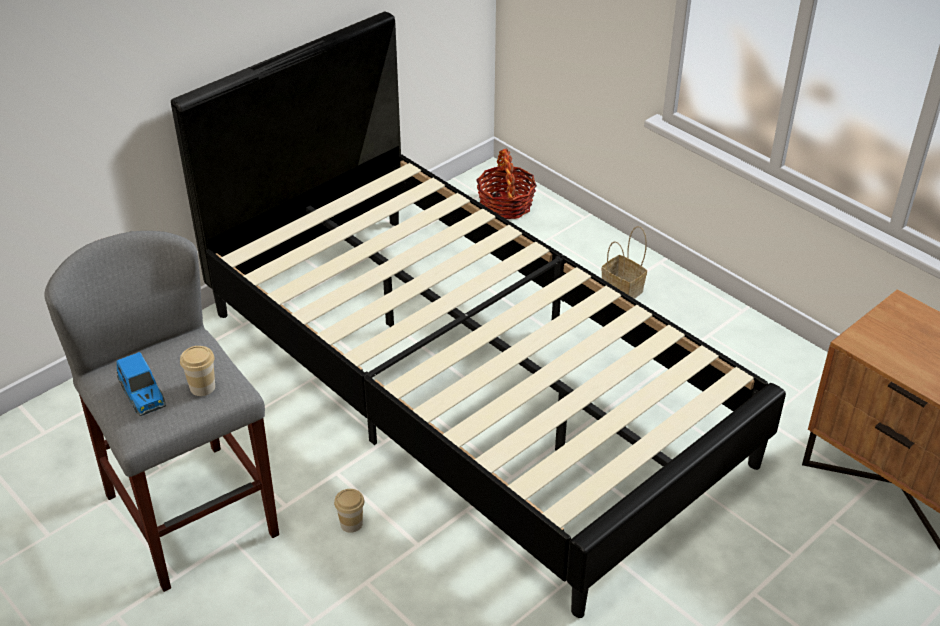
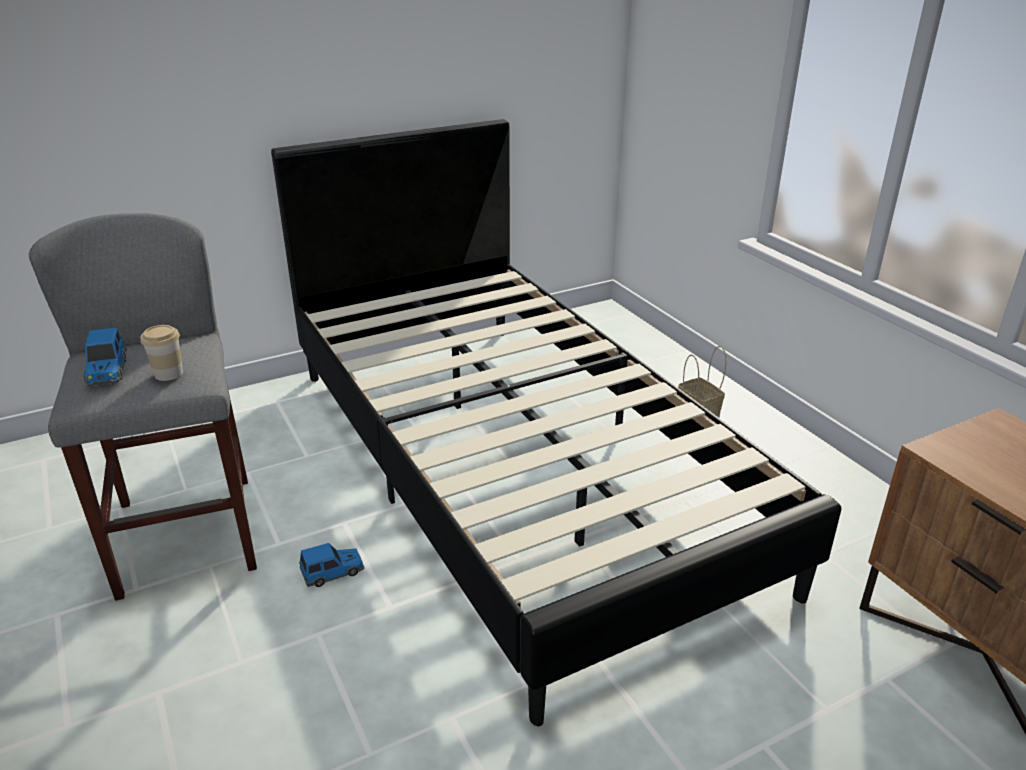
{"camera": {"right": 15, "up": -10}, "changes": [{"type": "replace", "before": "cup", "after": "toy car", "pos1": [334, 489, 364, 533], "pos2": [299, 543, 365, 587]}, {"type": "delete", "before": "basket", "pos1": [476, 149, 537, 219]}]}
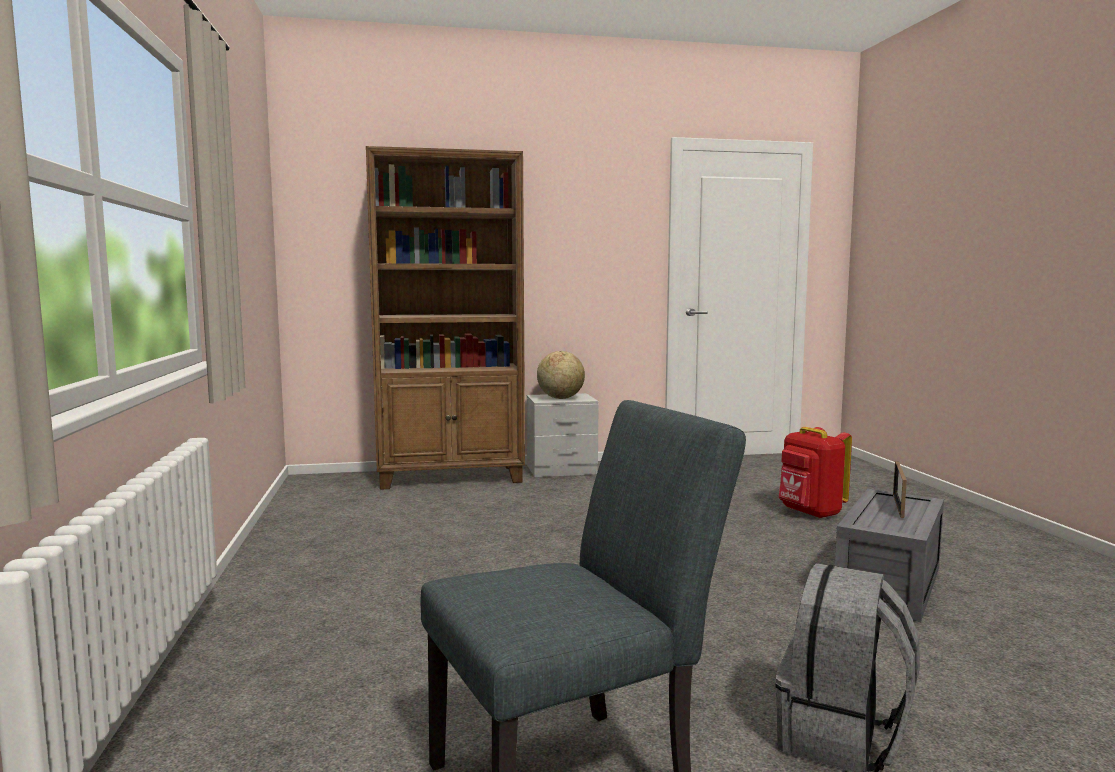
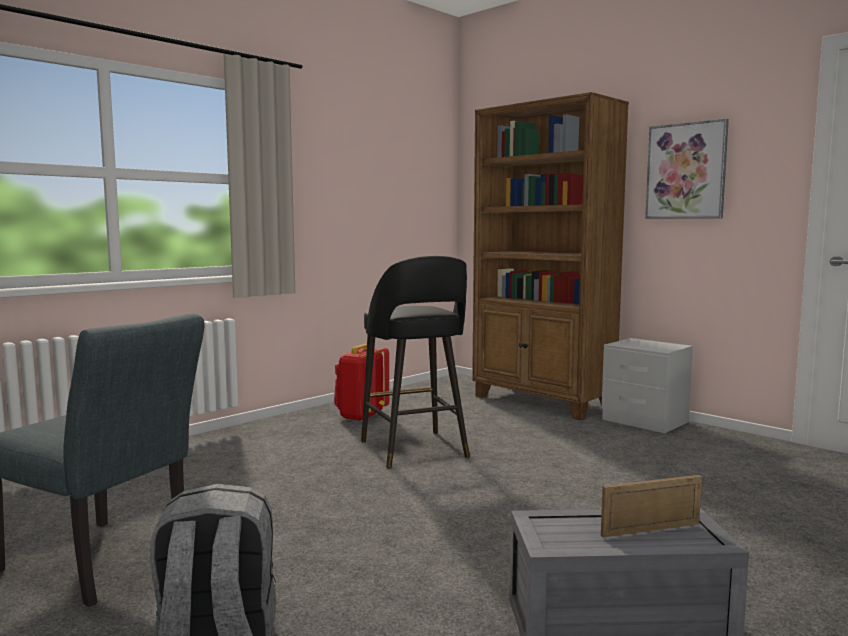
{"camera": {"right": 55, "up": 0}, "changes": [{"type": "move", "before": "red backpack", "pos1": [779, 427, 852, 519], "pos2": [334, 344, 389, 422]}, {"type": "insert", "after": "black stool", "pos2": [361, 256, 470, 469]}, {"type": "insert", "after": "picture", "pos2": [645, 118, 729, 219]}, {"type": "delete", "before": "globe", "pos1": [537, 351, 585, 399]}]}
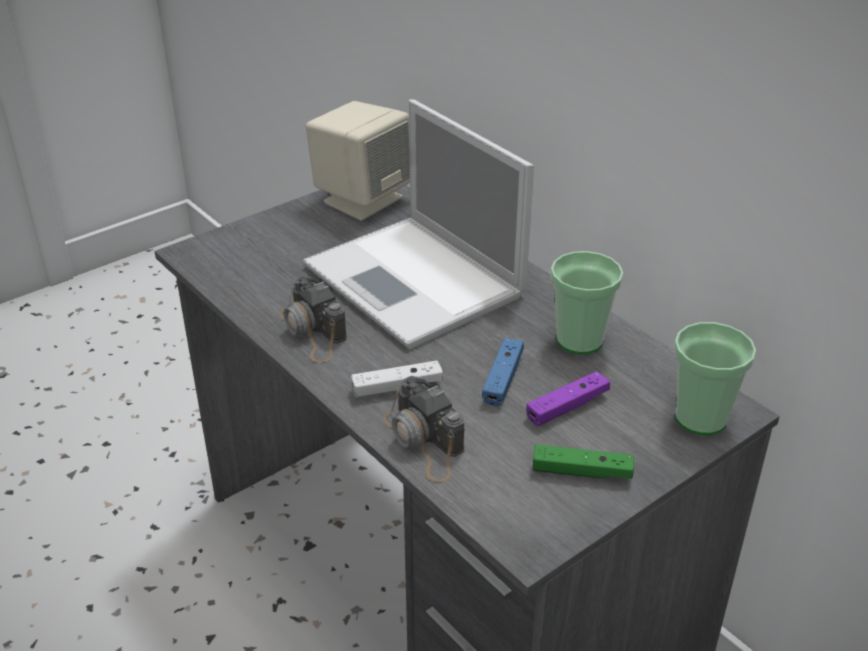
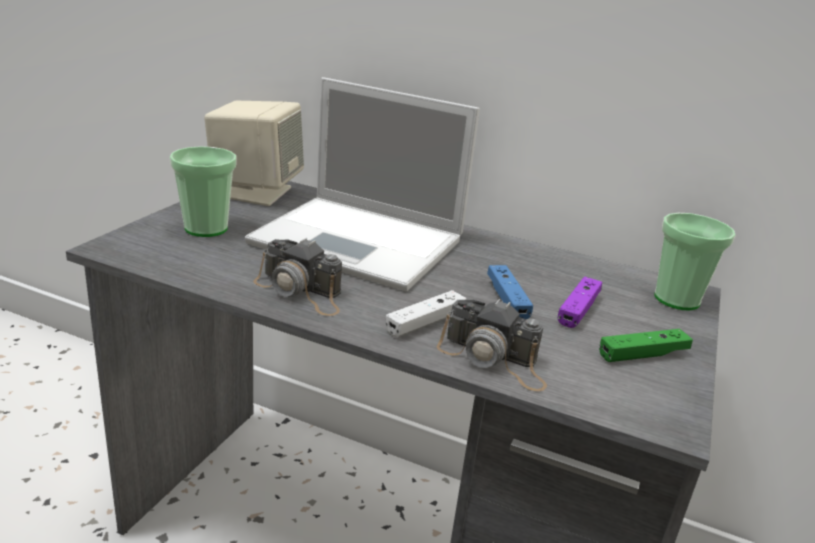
{"camera": {"right": -30, "up": -10}, "changes": [{"type": "move", "before": "cup", "pos1": [550, 251, 623, 354], "pos2": [170, 146, 237, 237]}]}
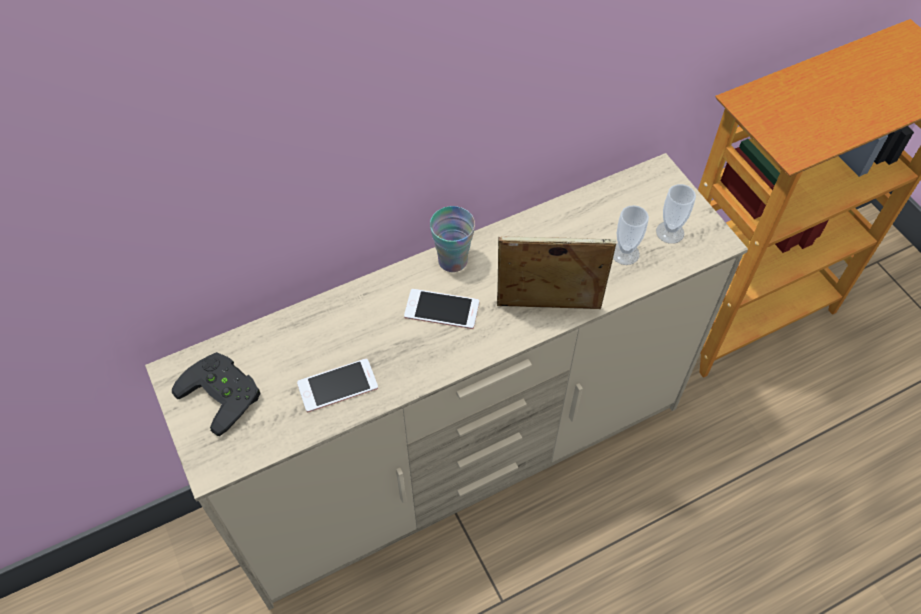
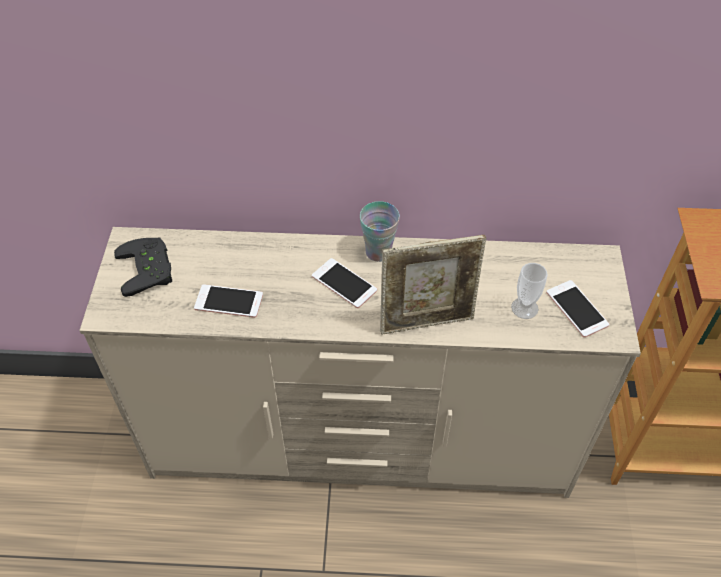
{"camera": {"right": 30, "up": -5}, "changes": [{"type": "rotate", "before": "picture frame", "pos1": [497, 236, 616, 309], "pos2": [380, 235, 486, 335], "turn": 135}, {"type": "replace", "before": "cup", "after": "phone", "pos1": [656, 184, 696, 244], "pos2": [546, 280, 609, 337]}]}
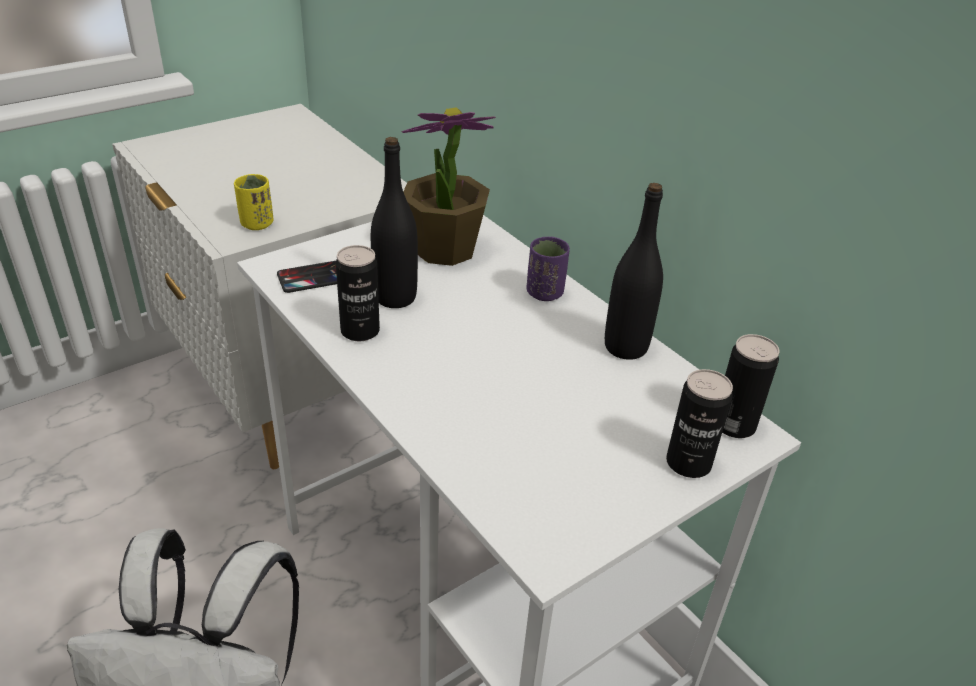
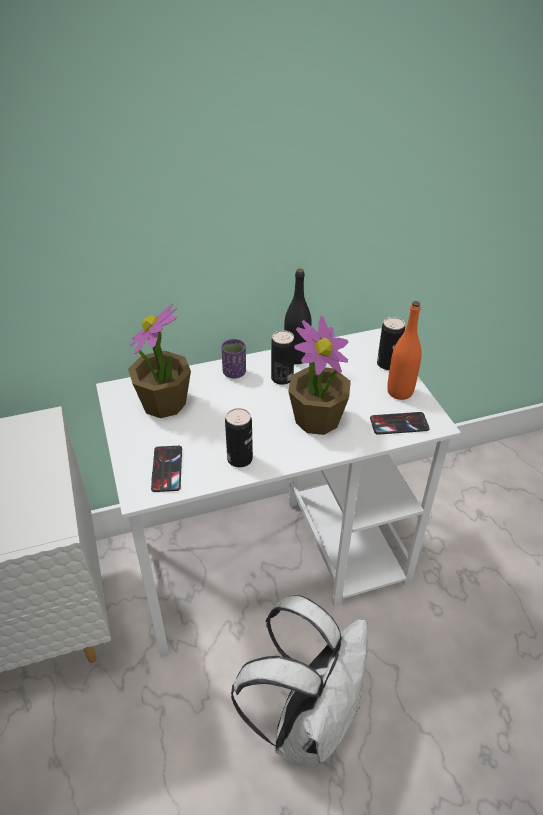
{"camera": {"right": -70, "up": 5}, "changes": [{"type": "move", "before": "can", "pos1": [722, 334, 780, 438], "pos2": [271, 330, 295, 385]}, {"type": "insert", "after": "potted plant", "pos2": [288, 316, 351, 435]}, {"type": "insert", "after": "phone", "pos2": [370, 412, 430, 435]}, {"type": "insert", "after": "orange bottle", "pos2": [387, 301, 422, 400]}, {"type": "delete", "before": "yellow cup", "pos1": [234, 174, 274, 230]}, {"type": "delete", "before": "black bottle", "pos1": [371, 137, 418, 308]}]}
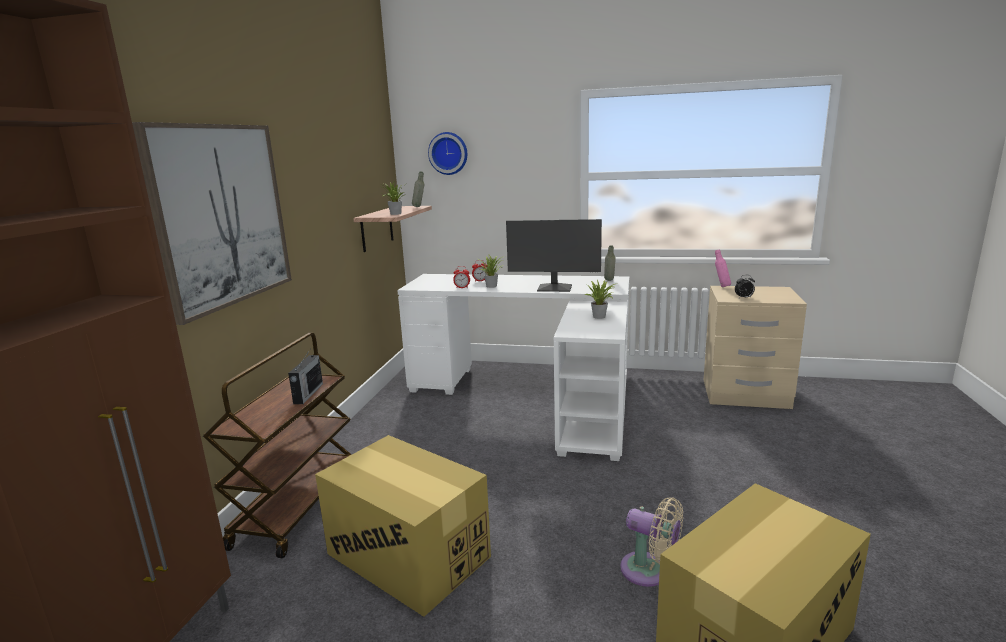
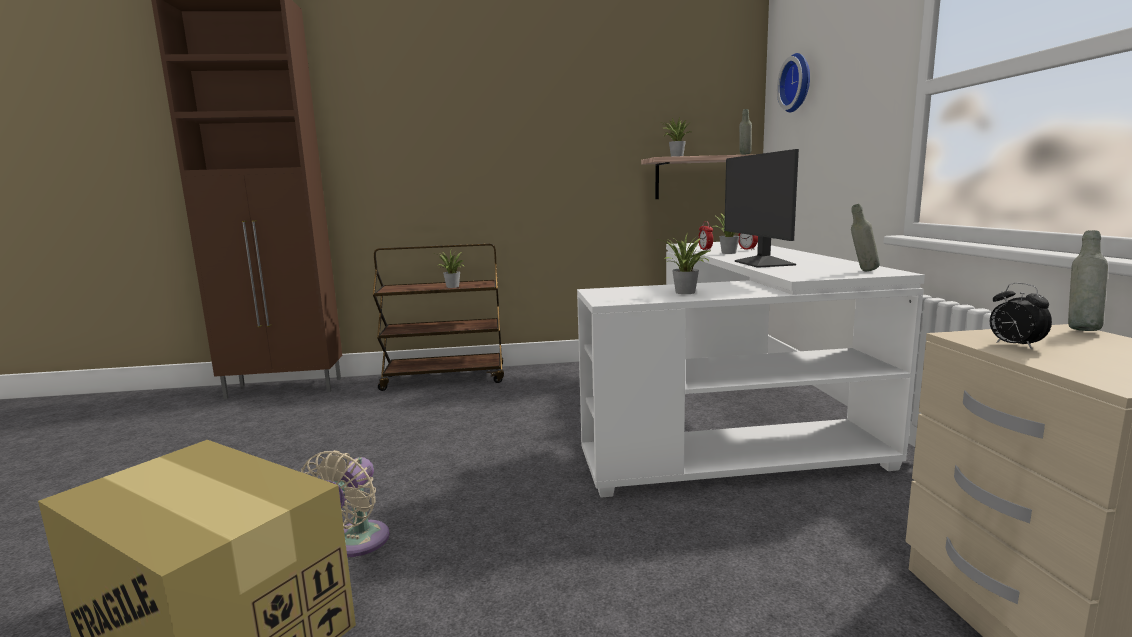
{"camera": {"right": 70, "up": -5}, "changes": [{"type": "replace", "before": "radio", "after": "potted plant", "pos1": [288, 350, 323, 404], "pos2": [431, 251, 464, 288]}, {"type": "recolor", "before": "pink bottle", "after": "grey bottle", "pos1": [715, 250, 731, 287], "pos2": [1068, 230, 1108, 331]}, {"type": "delete", "before": "picture", "pos1": [132, 122, 292, 325]}, {"type": "delete", "before": "cardboard box", "pos1": [315, 435, 491, 617]}]}
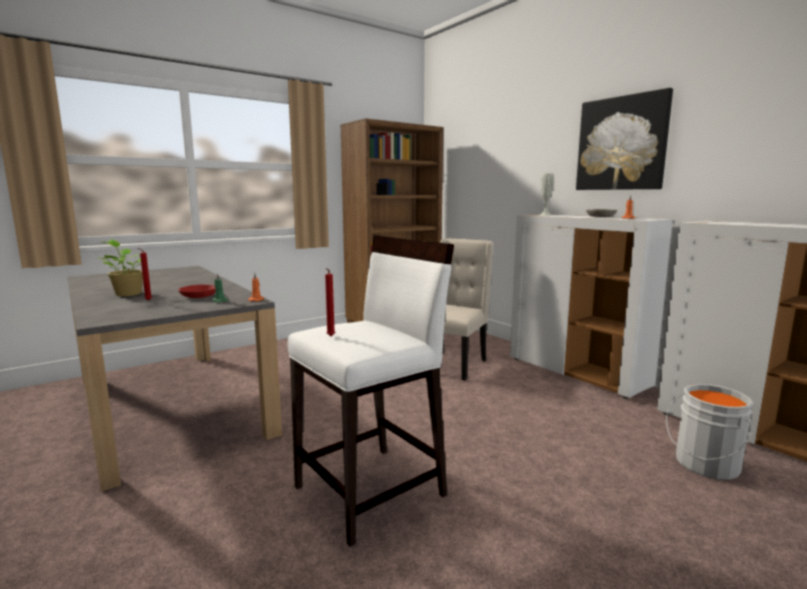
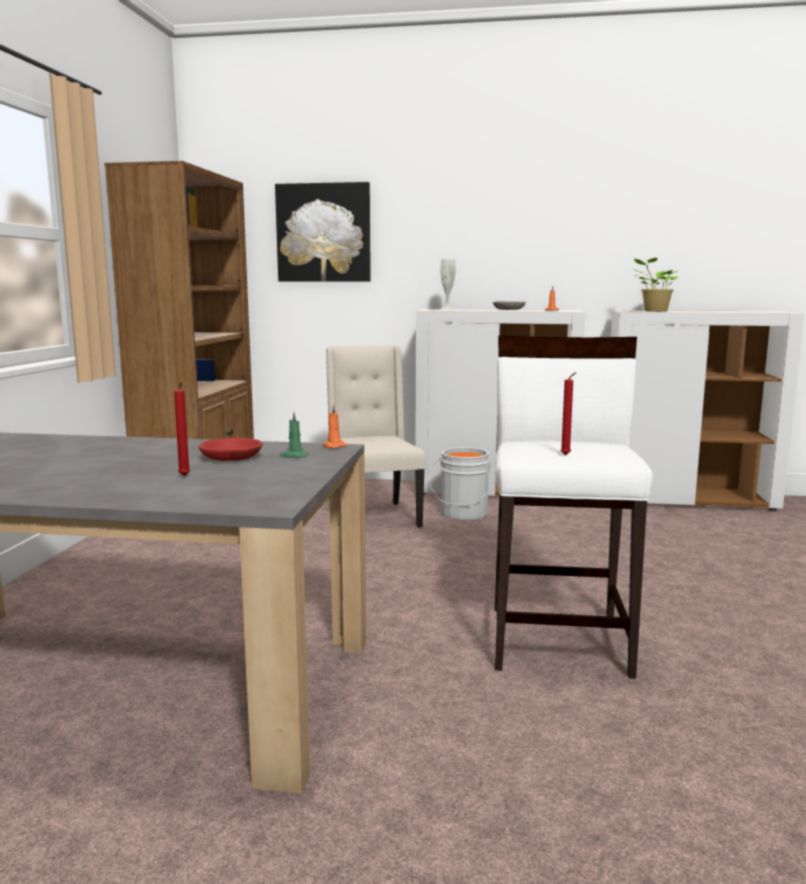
{"camera": {"right": -45, "up": 0}, "changes": [{"type": "move", "before": "picture", "pos1": [576, 88, 673, 190], "pos2": [275, 182, 371, 282]}, {"type": "move", "before": "grey bucket", "pos1": [666, 384, 754, 480], "pos2": [429, 447, 495, 520]}, {"type": "move", "before": "potted plant", "pos1": [97, 239, 143, 296], "pos2": [633, 258, 678, 312]}]}
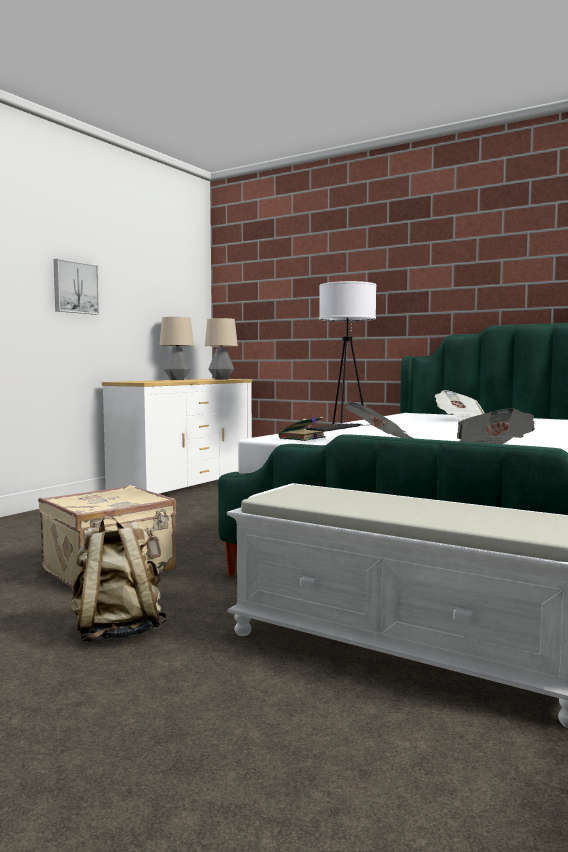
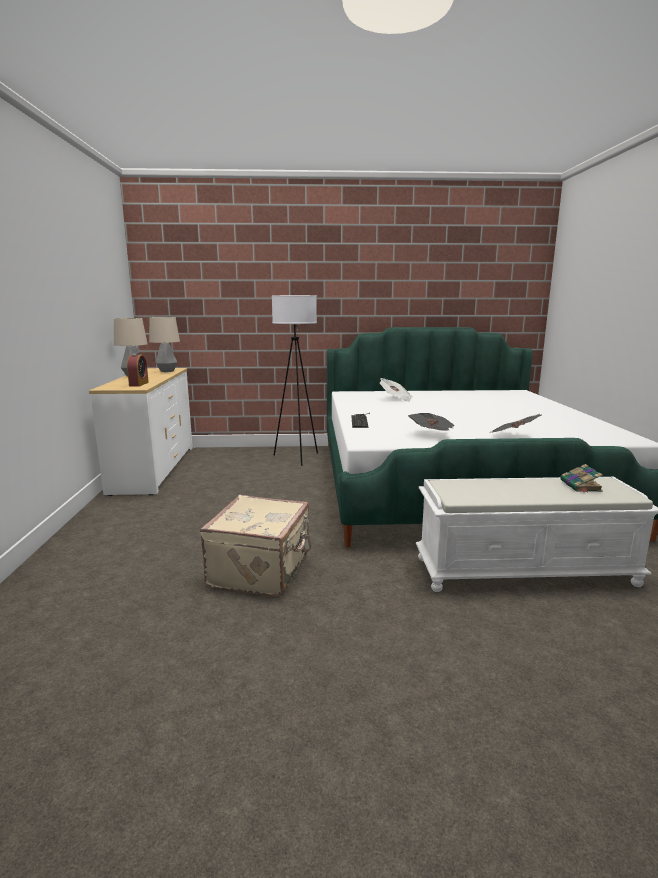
{"camera": {"right": -35, "up": 10}, "changes": [{"type": "insert", "after": "alarm clock", "pos2": [127, 353, 149, 386]}, {"type": "move", "before": "book", "pos1": [279, 416, 326, 441], "pos2": [560, 464, 603, 493]}, {"type": "delete", "before": "picture", "pos1": [54, 259, 99, 315]}, {"type": "delete", "before": "beige backpack", "pos1": [70, 516, 167, 642]}]}
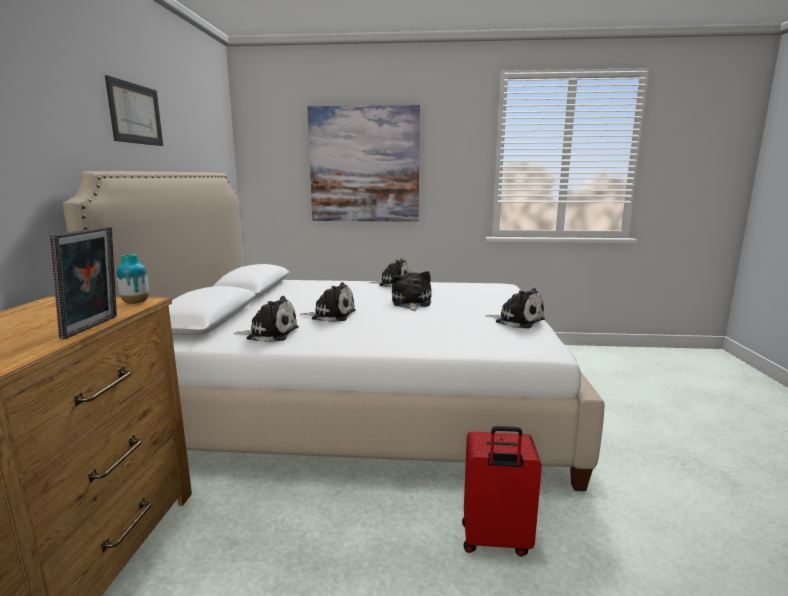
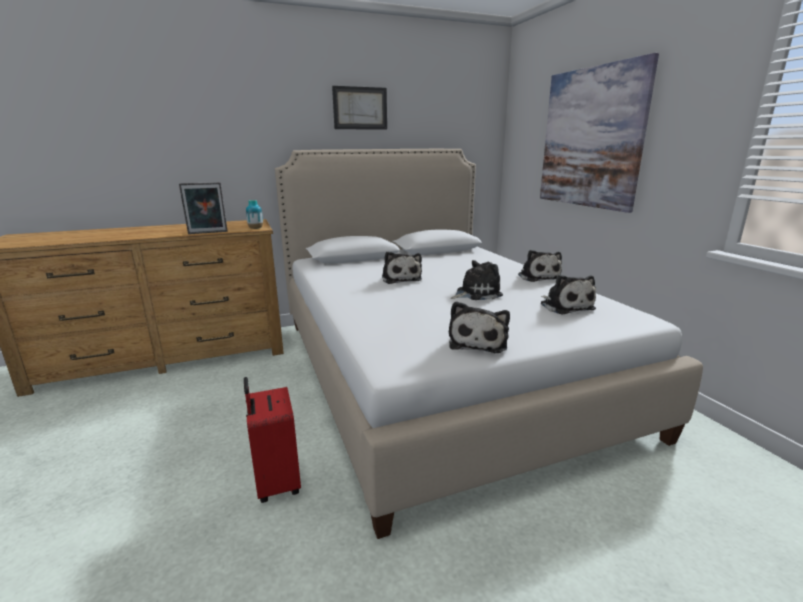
{"camera": {"right": 65, "up": 5}, "changes": [{"type": "move", "before": "plush toy", "pos1": [234, 296, 299, 342], "pos2": [541, 275, 596, 315]}]}
